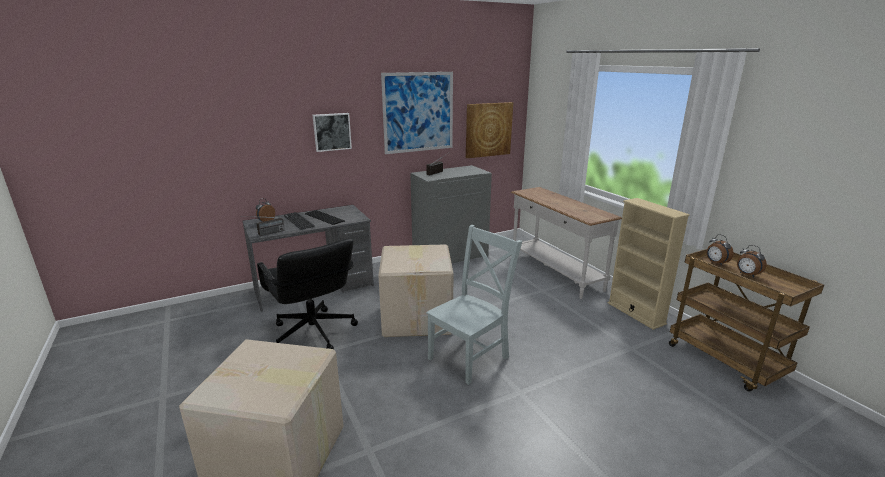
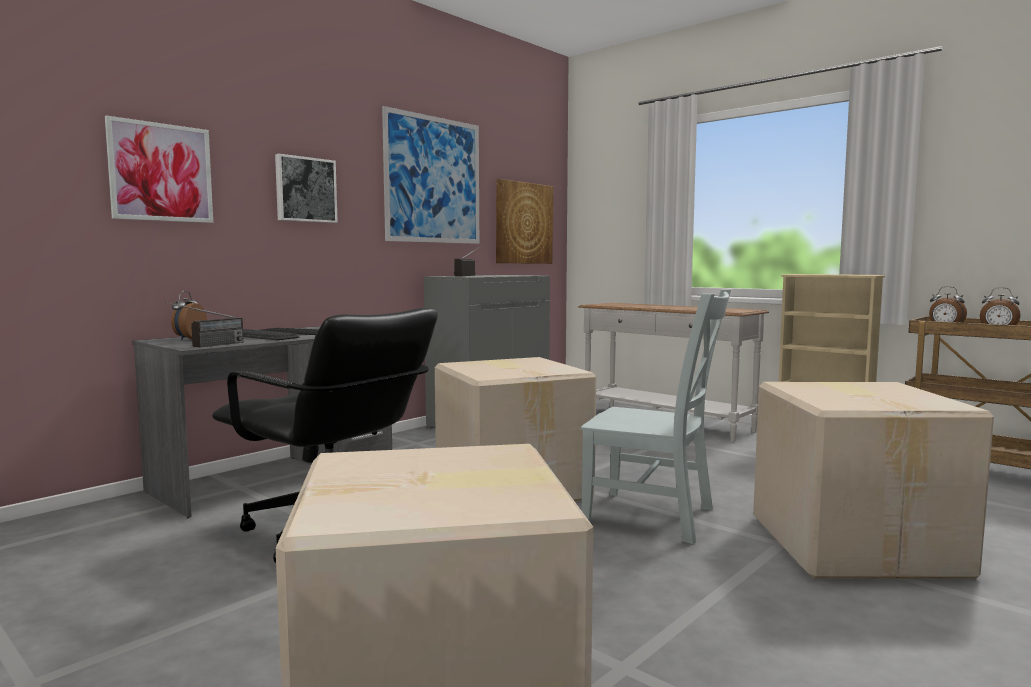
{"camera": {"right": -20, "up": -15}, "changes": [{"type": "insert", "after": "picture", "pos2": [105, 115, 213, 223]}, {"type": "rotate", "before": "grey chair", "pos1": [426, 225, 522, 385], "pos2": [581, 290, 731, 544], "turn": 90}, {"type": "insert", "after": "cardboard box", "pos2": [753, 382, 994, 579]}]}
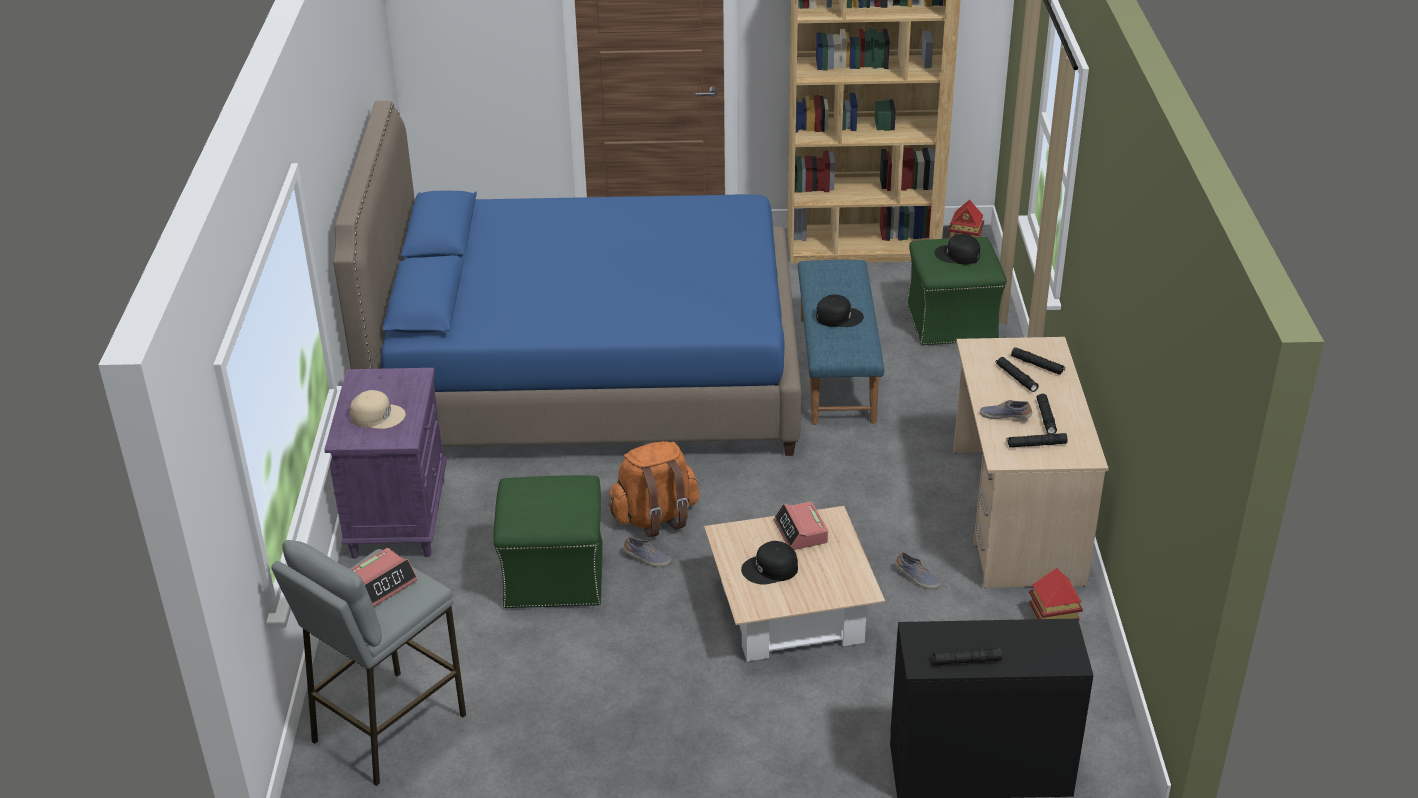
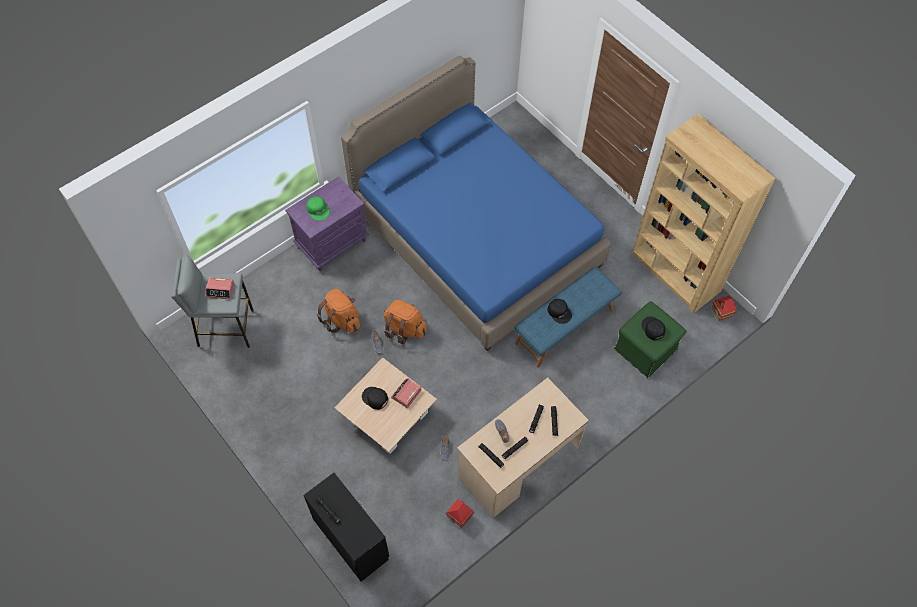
{"camera": {"right": 50, "up": 25}, "changes": [{"type": "recolor", "before": "beige cap", "after": "green cap", "pos1": [350, 390, 406, 429], "pos2": [306, 197, 330, 221]}, {"type": "replace", "before": "green ottoman", "after": "orange backpack", "pos1": [493, 475, 603, 609], "pos2": [317, 289, 360, 333]}]}
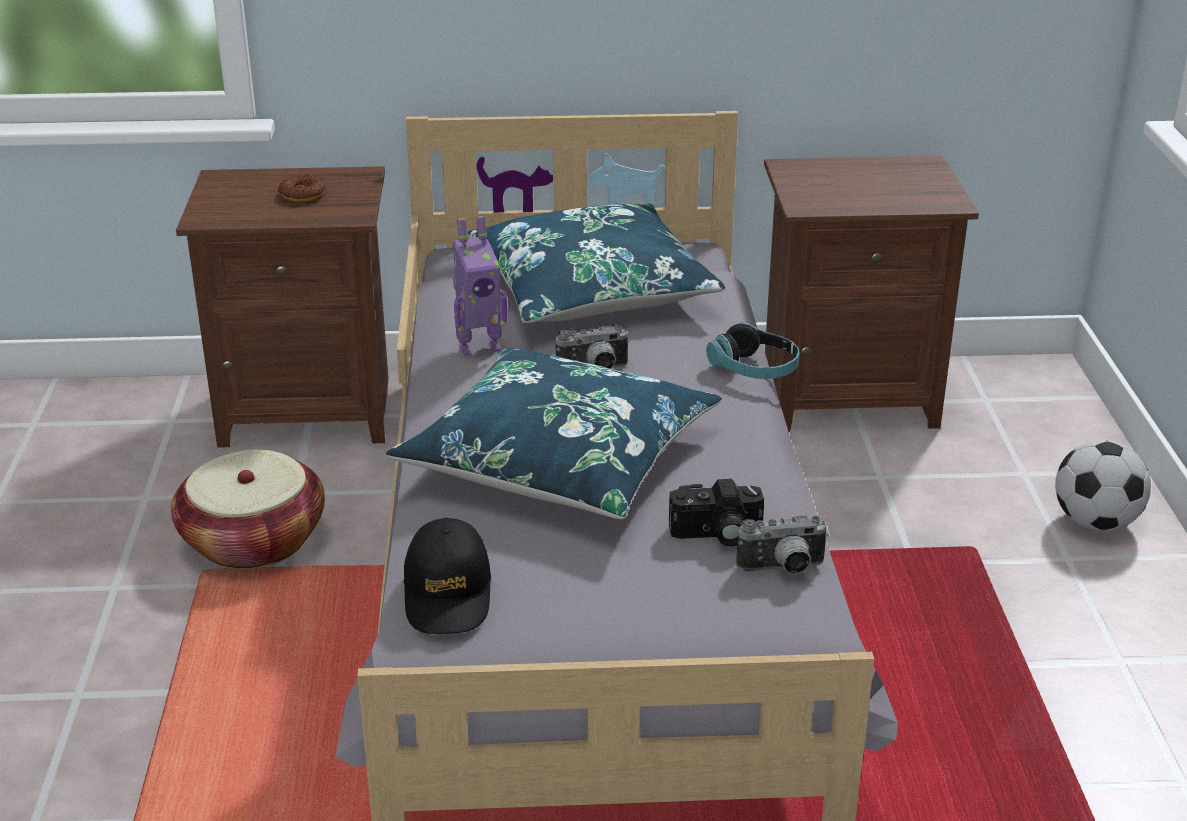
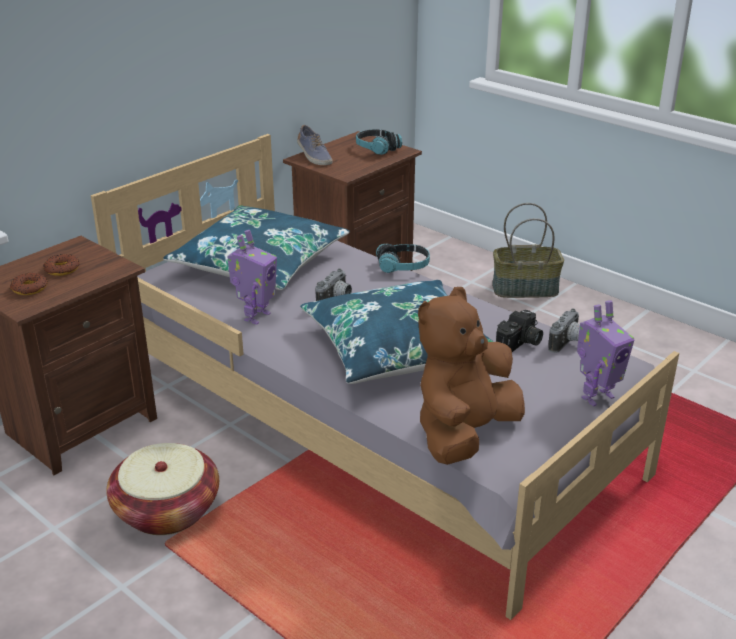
{"camera": {"right": -45, "up": 0}, "changes": [{"type": "insert", "after": "donut", "pos2": [10, 273, 48, 295]}, {"type": "insert", "after": "shoe", "pos2": [297, 125, 333, 165]}, {"type": "insert", "after": "headphones", "pos2": [356, 129, 402, 155]}, {"type": "replace", "before": "black cap", "after": "brown plush toy", "pos1": [404, 518, 491, 634], "pos2": [418, 287, 525, 465]}, {"type": "replace", "before": "football", "after": "basket", "pos1": [1055, 440, 1151, 531], "pos2": [492, 203, 564, 298]}, {"type": "insert", "after": "toy robot", "pos2": [577, 300, 634, 406]}]}
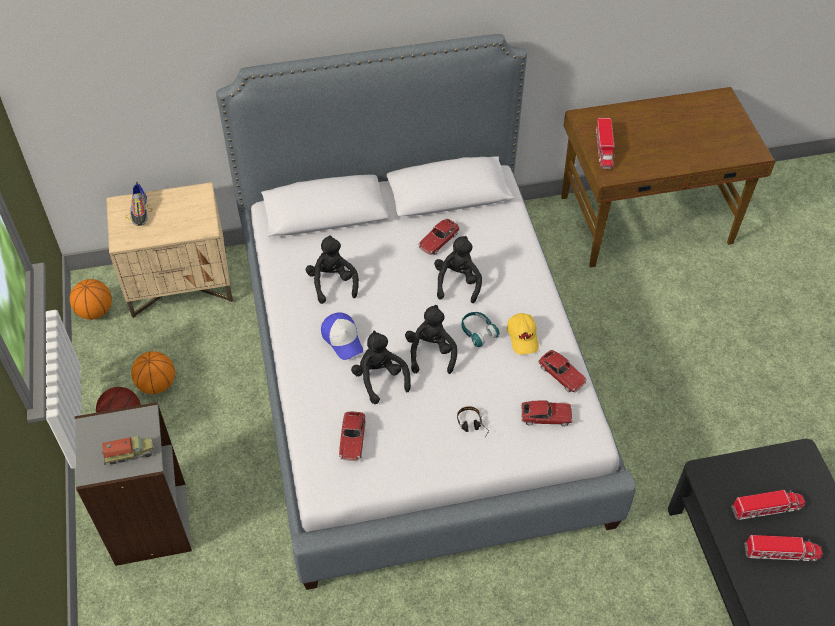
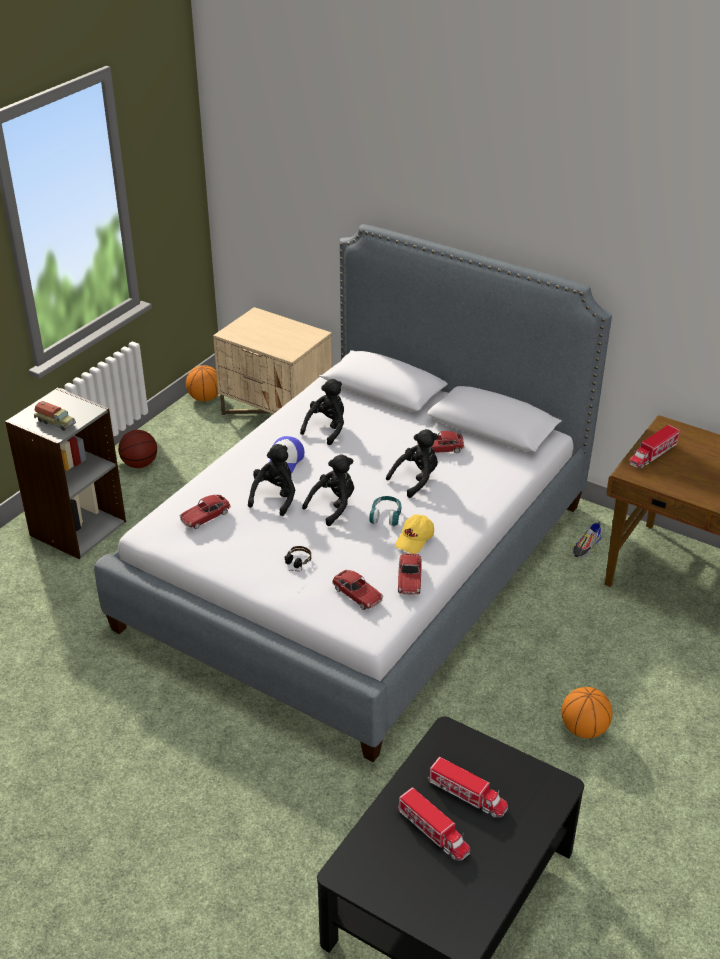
{"camera": {"right": 45, "up": -15}, "changes": [{"type": "move", "before": "basketball", "pos1": [131, 351, 175, 394], "pos2": [561, 687, 613, 738]}, {"type": "move", "before": "shoe", "pos1": [125, 182, 151, 226], "pos2": [571, 521, 602, 558]}]}
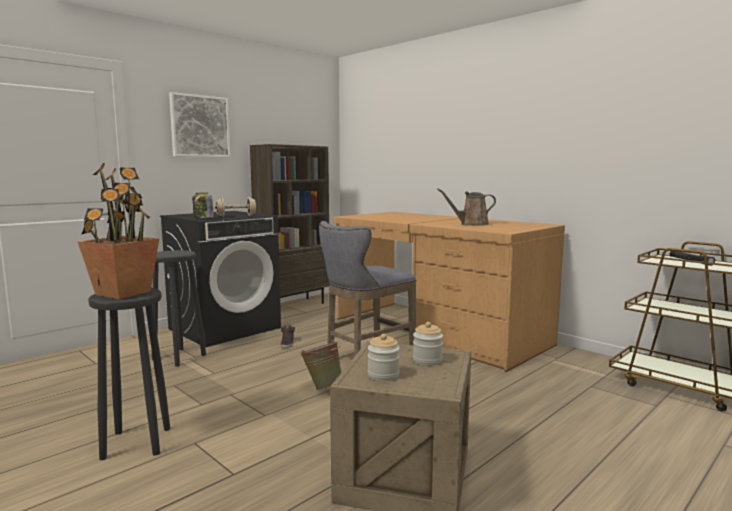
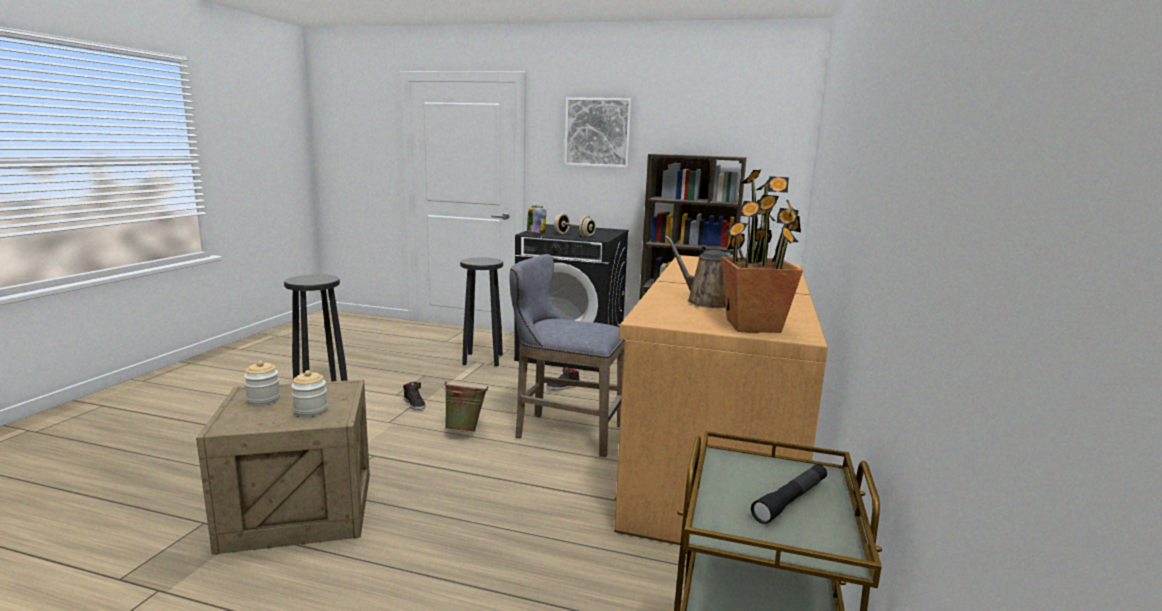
{"camera": {"right": 60, "up": 5}, "changes": [{"type": "insert", "after": "black shoe", "pos2": [403, 382, 426, 410]}, {"type": "move", "before": "potted plant", "pos1": [78, 163, 159, 299], "pos2": [721, 170, 803, 333]}]}
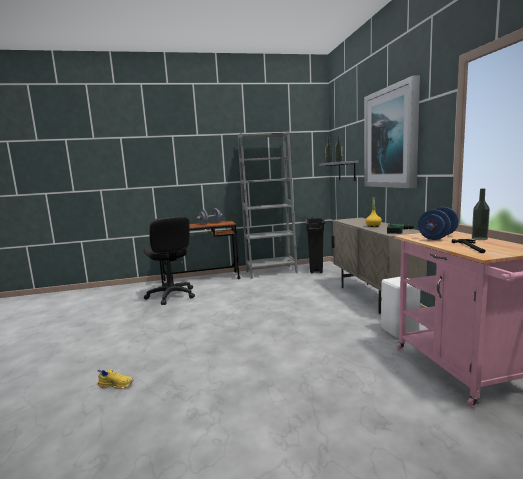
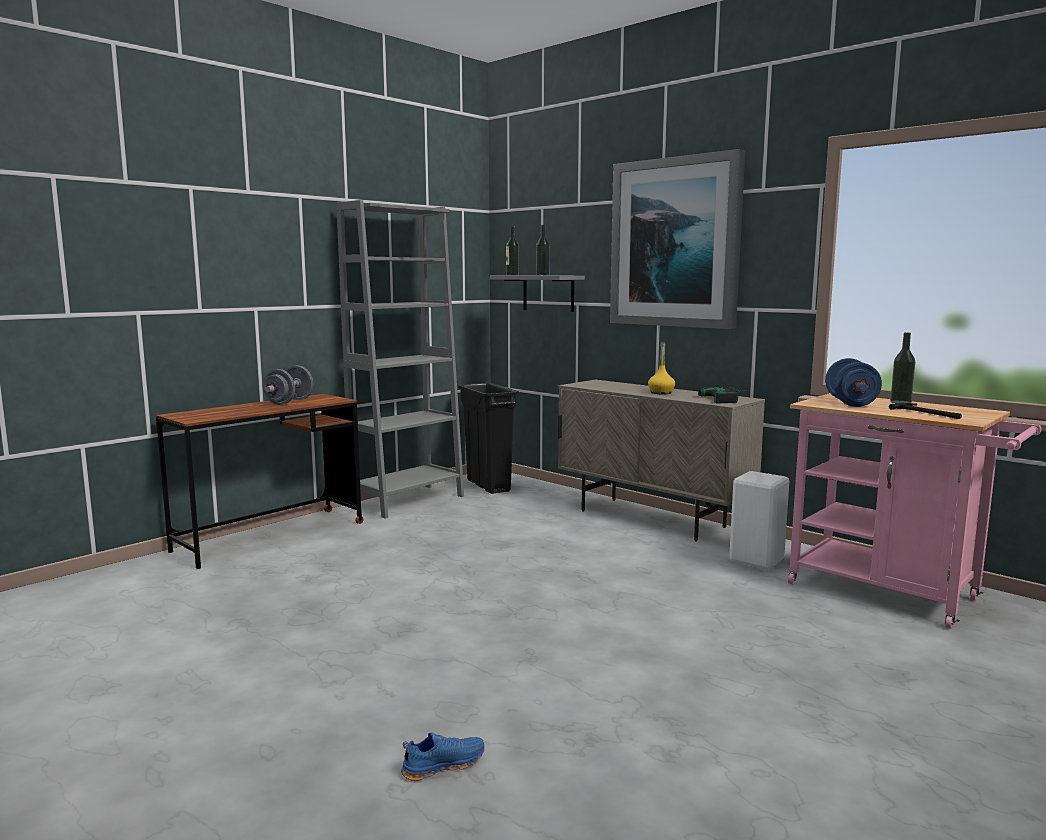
{"camera": {"right": -35, "up": 0}, "changes": [{"type": "recolor", "before": "yellow shoe", "after": "blue shoe", "pos1": [97, 369, 133, 389], "pos2": [401, 732, 485, 781]}, {"type": "delete", "before": "black office chair", "pos1": [144, 216, 195, 305]}]}
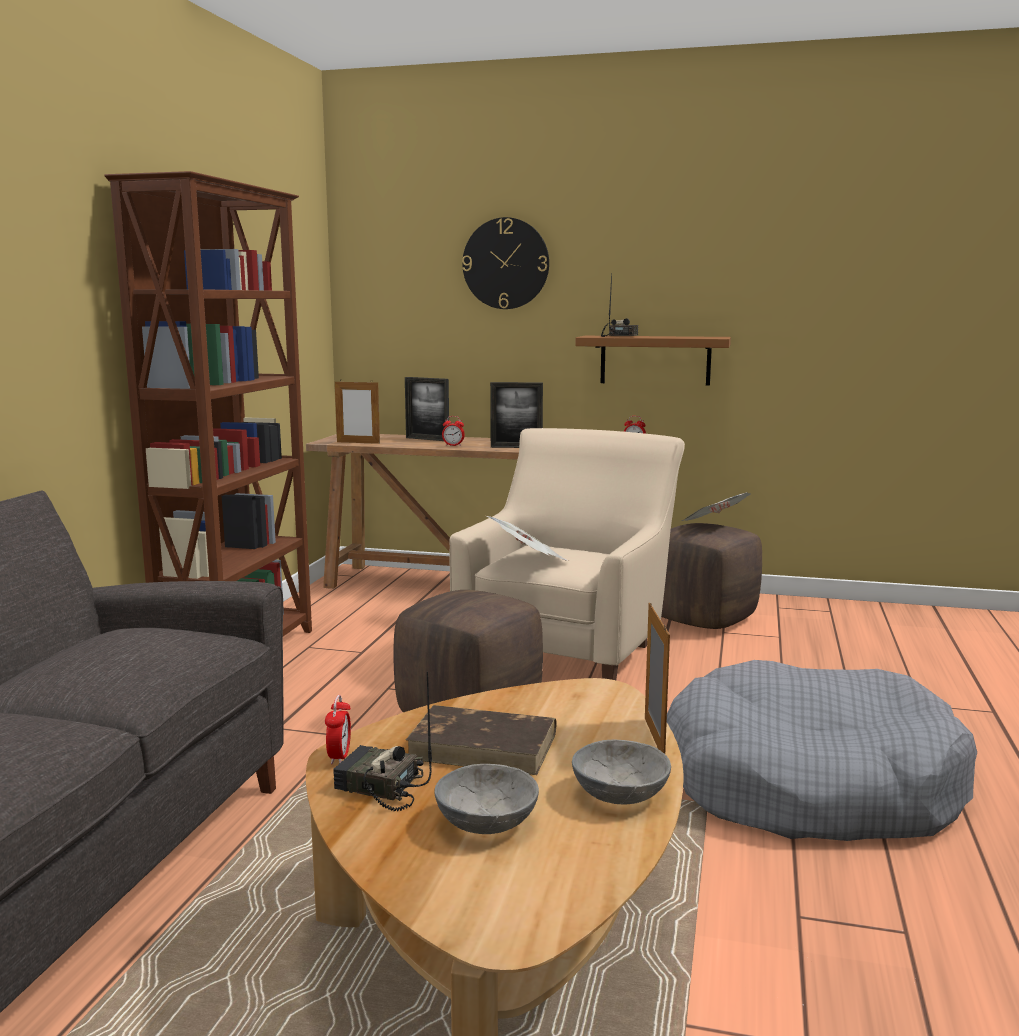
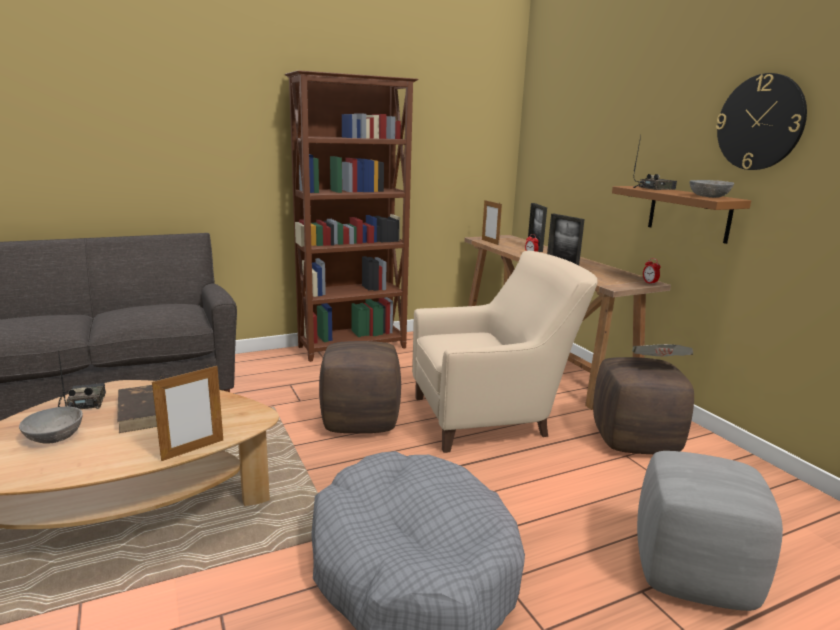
{"camera": {"right": 50, "up": 5}, "changes": [{"type": "insert", "after": "grey ottoman", "pos2": [637, 451, 783, 611]}, {"type": "move", "before": "grey bowl", "pos1": [572, 740, 671, 804], "pos2": [690, 180, 734, 198]}, {"type": "move", "before": "wall clock", "pos1": [462, 217, 549, 309], "pos2": [716, 73, 807, 170]}, {"type": "delete", "before": "alarm clock", "pos1": [325, 695, 351, 764]}, {"type": "delete", "before": "newspaper", "pos1": [487, 516, 569, 561]}]}
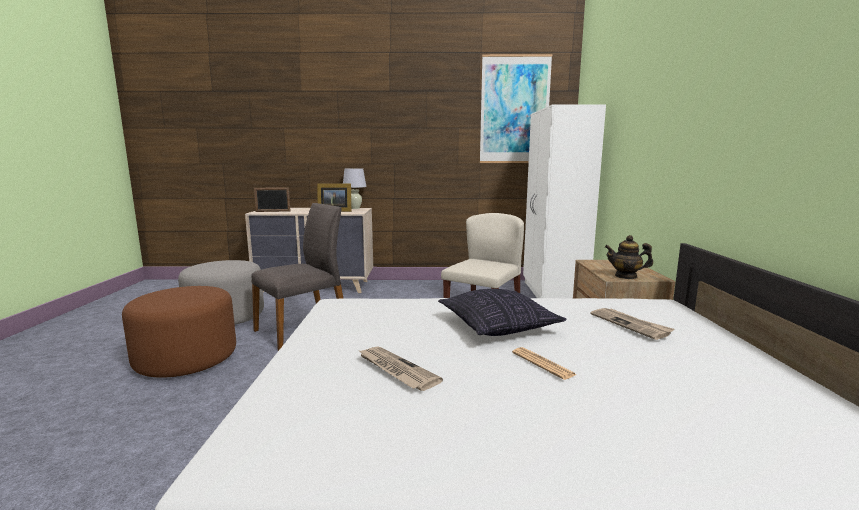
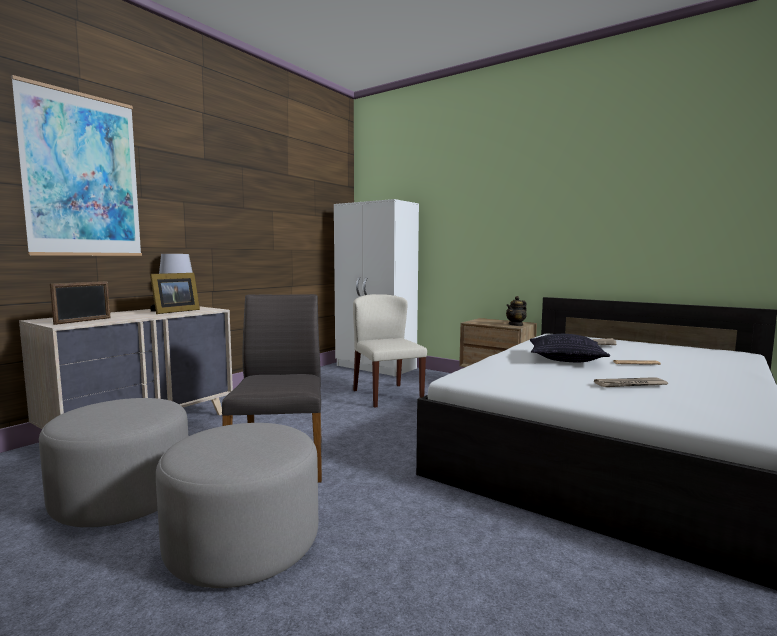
{"camera": {"right": -55, "up": -5}, "changes": [{"type": "move", "before": "picture", "pos1": [480, 54, 552, 163], "pos2": [11, 75, 142, 256]}, {"type": "recolor", "before": "brown ottoman", "after": "grey ottoman", "pos1": [122, 286, 236, 378], "pos2": [156, 423, 318, 588]}]}
